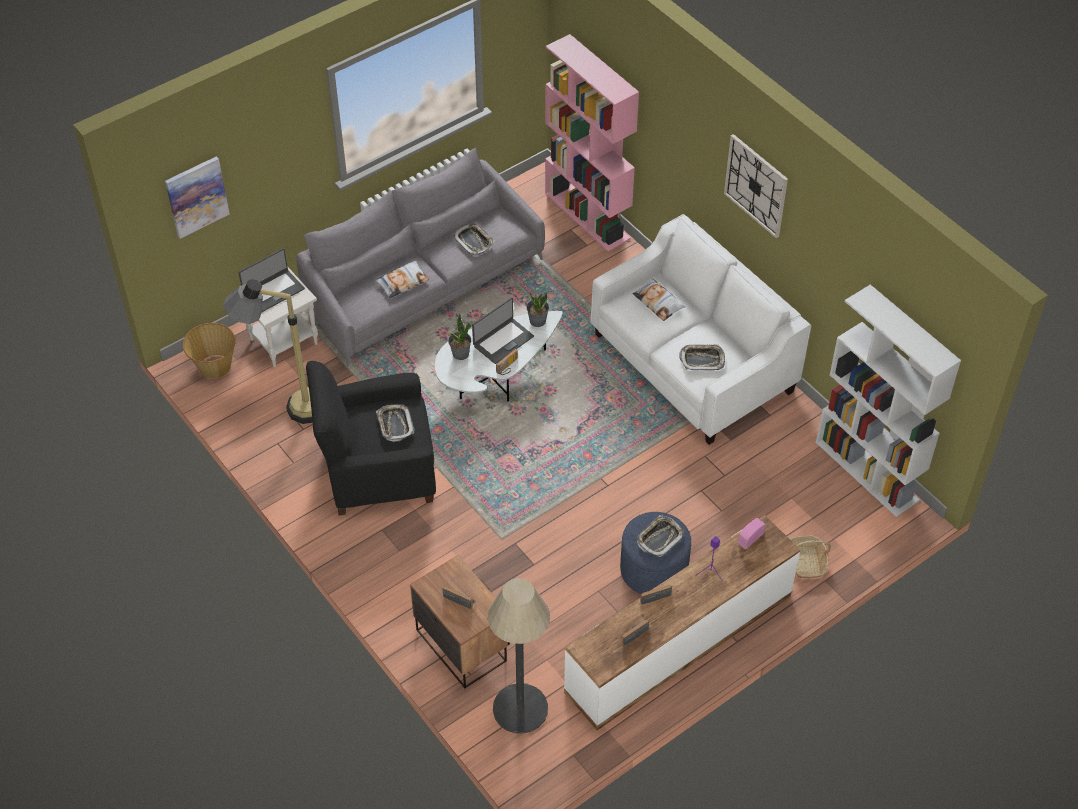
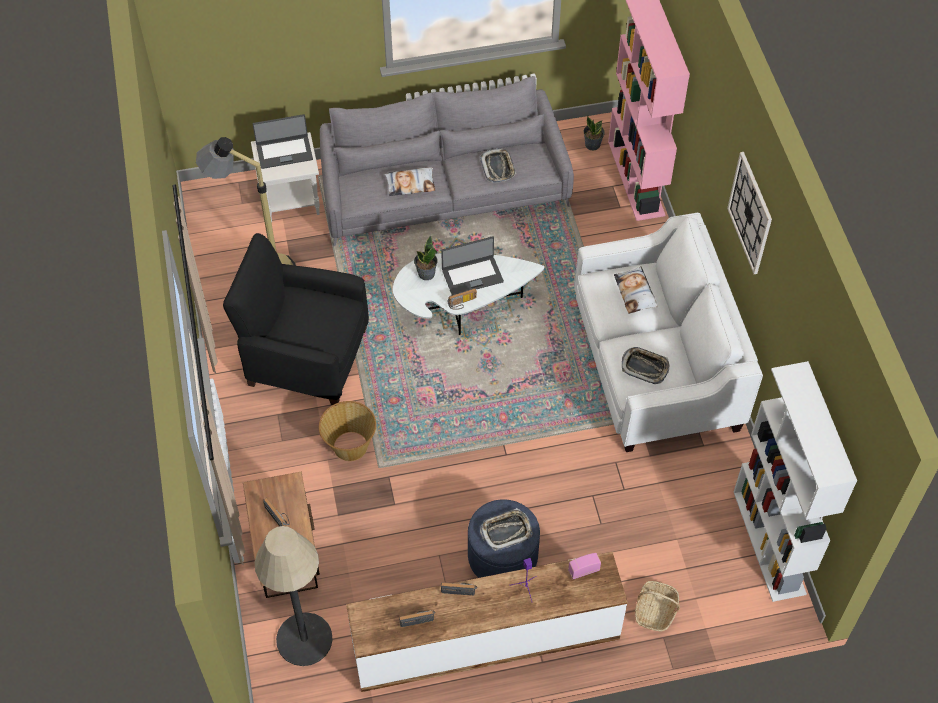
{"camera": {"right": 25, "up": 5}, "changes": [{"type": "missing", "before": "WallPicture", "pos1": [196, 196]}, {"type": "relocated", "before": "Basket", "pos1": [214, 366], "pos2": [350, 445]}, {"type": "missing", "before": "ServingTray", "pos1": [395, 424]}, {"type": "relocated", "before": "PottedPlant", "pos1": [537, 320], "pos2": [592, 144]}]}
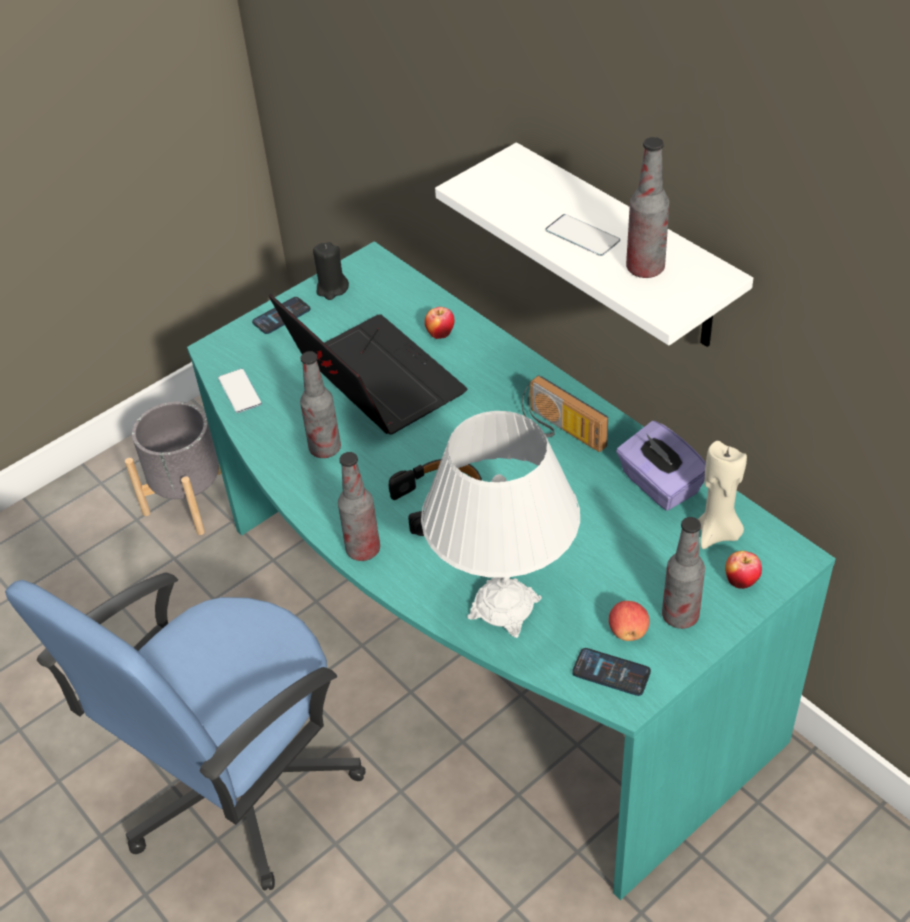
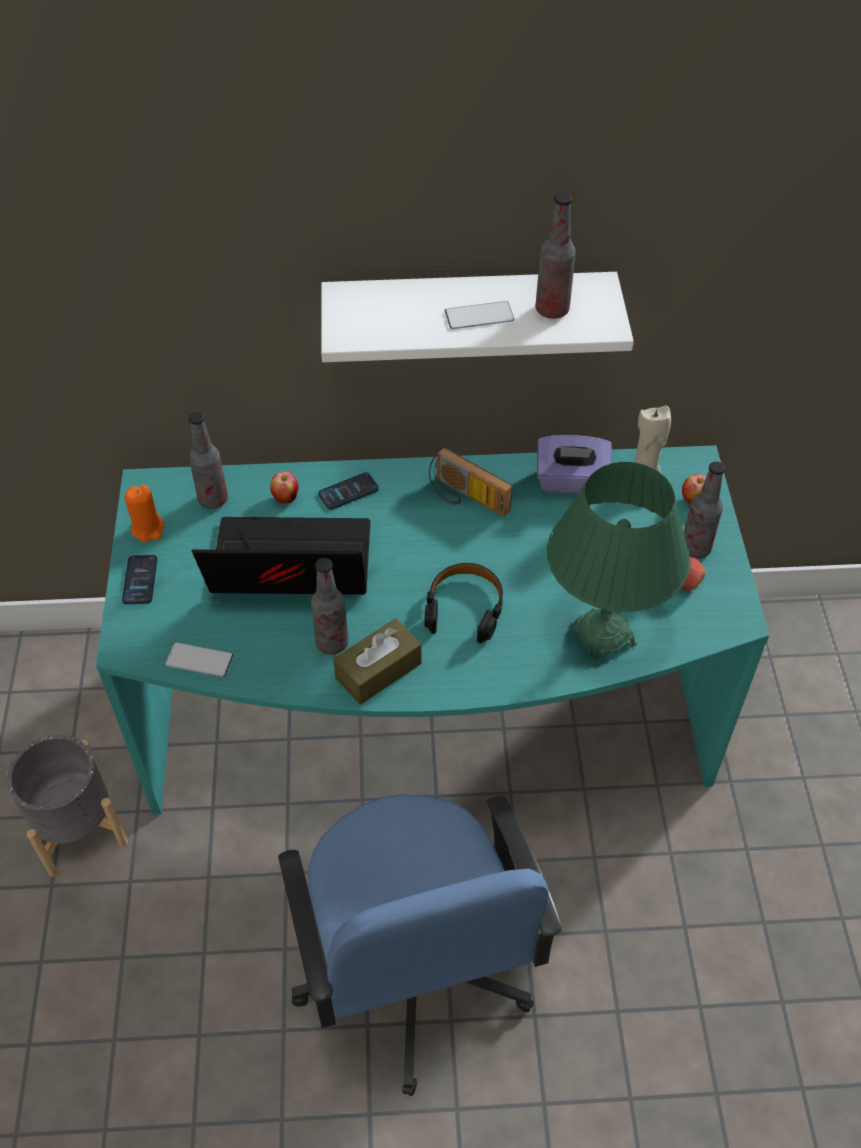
{"camera": {"right": -55, "up": 5}, "changes": [{"type": "colour", "before": "BlackColouredCandle", "after": "OrangeColouredCandle", "pos1": [332, 289], "pos2": [148, 529]}, {"type": "relocated", "before": "BeverageBottle", "pos1": [363, 550], "pos2": [213, 499]}, {"type": "colour", "before": "WhitishTableLamp", "after": "GreenColouredTableLamp", "pos1": [504, 608], "pos2": [603, 635]}, {"type": "spun", "before": "Radio", "pos1": [560, 431], "pos2": [465, 498], "turn": 45}, {"type": "relocated", "before": "Handset", "pos1": [611, 672], "pos2": [348, 492]}, {"type": "appeared", "after": "BrownTissueHolder", "pos2": [378, 670]}]}
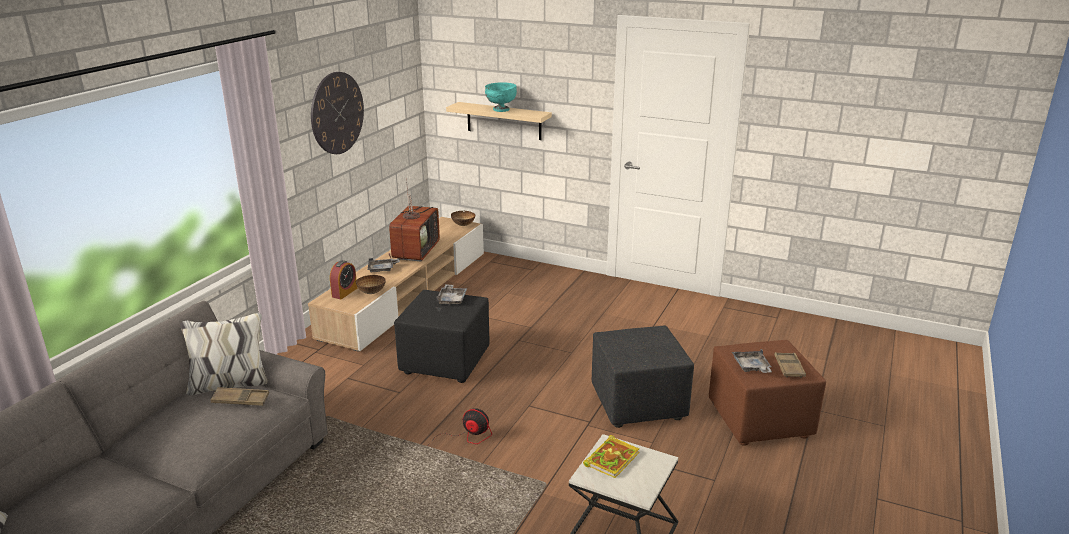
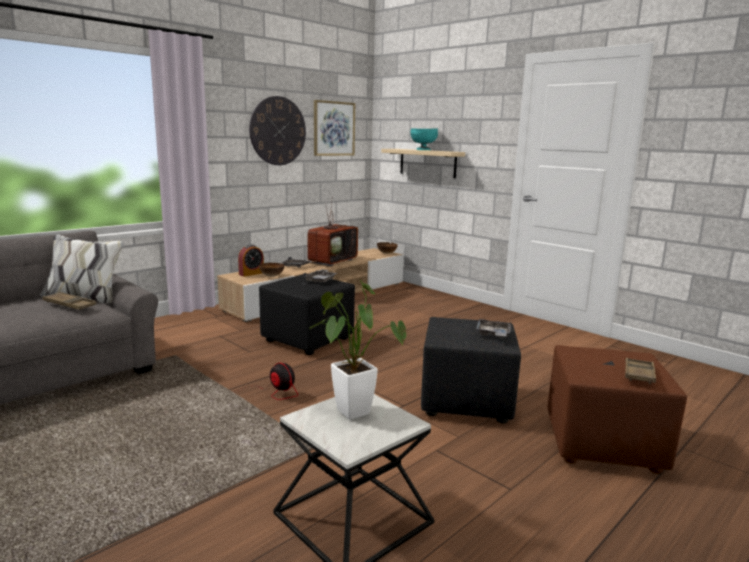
{"camera": {"right": 20, "up": -10}, "changes": [{"type": "exchanged", "before": "Book", "after": "PottedPlant", "pos1": [612, 458], "pos2": [349, 408]}, {"type": "relocated", "before": "GreyishServingTray", "pos1": [751, 367], "pos2": [493, 334]}, {"type": "appeared", "after": "WallPicture", "pos2": [334, 128]}]}
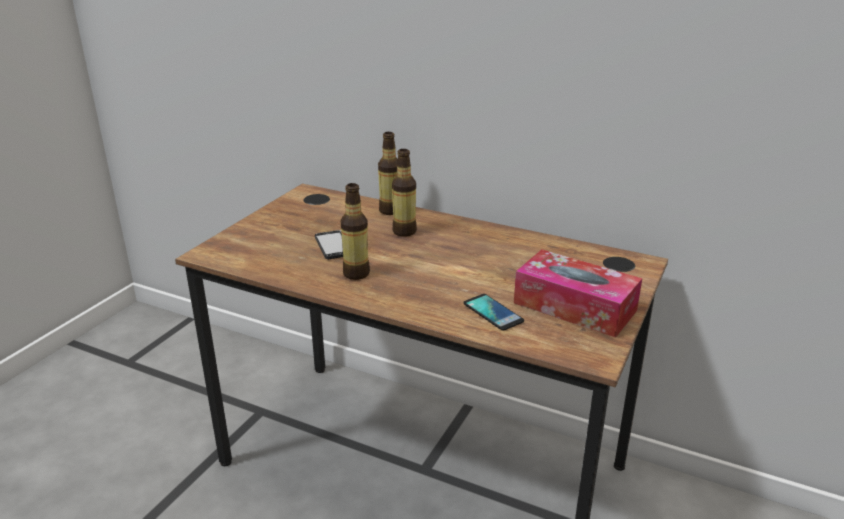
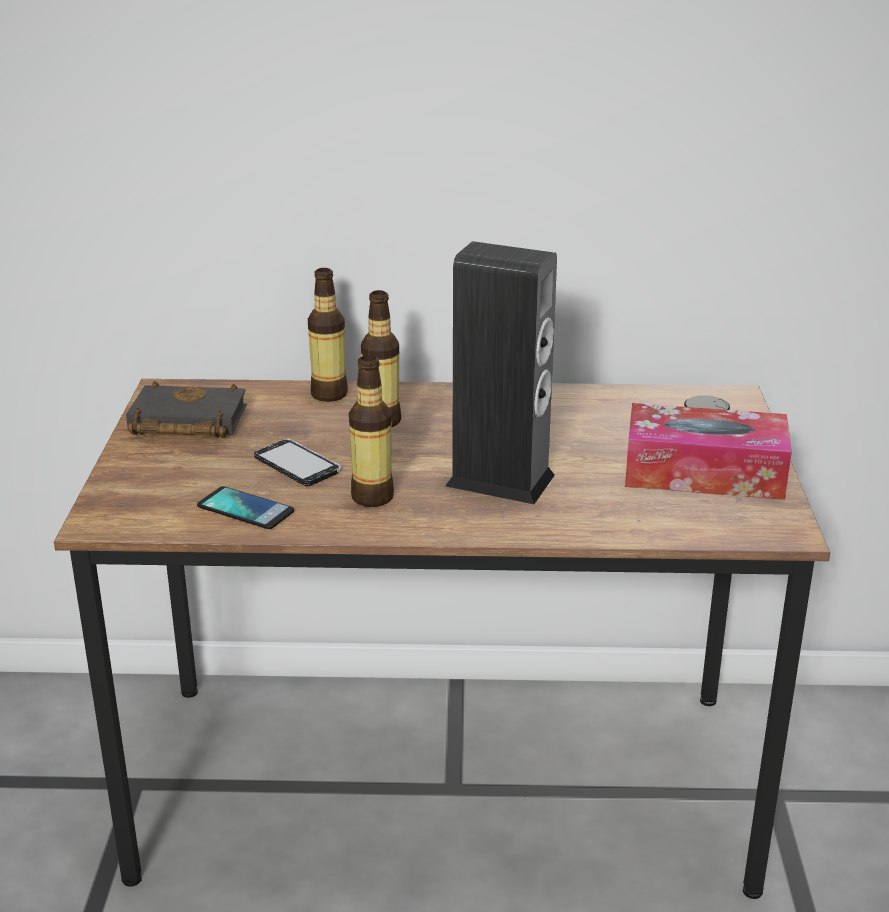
{"camera": {"right": -25, "up": 0}, "changes": [{"type": "relocated", "before": "Handset", "pos1": [493, 313], "pos2": [245, 509]}, {"type": "appeared", "after": "BlackColouredBook", "pos2": [184, 422]}, {"type": "appeared", "after": "AudioSpeaker", "pos2": [500, 480]}]}
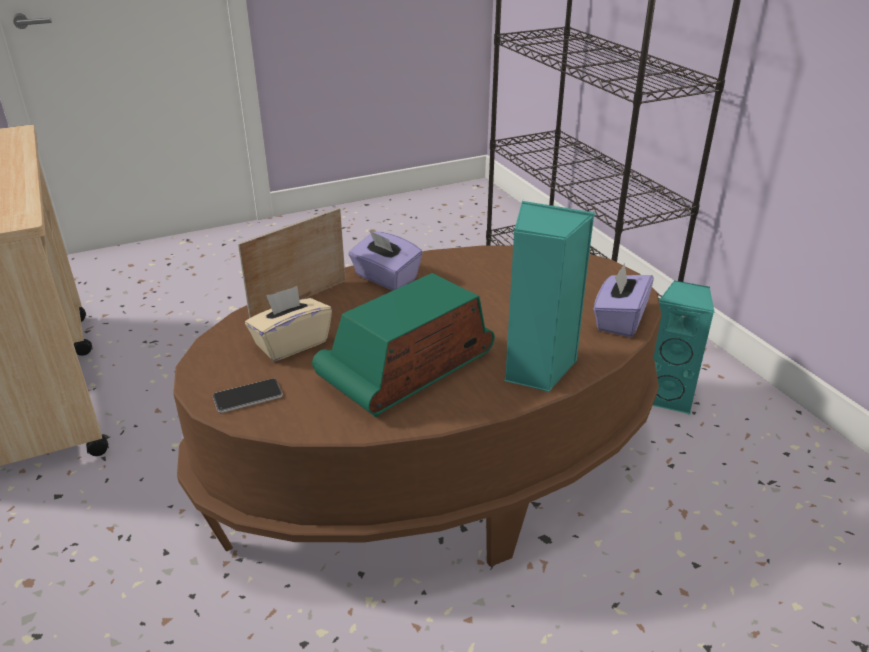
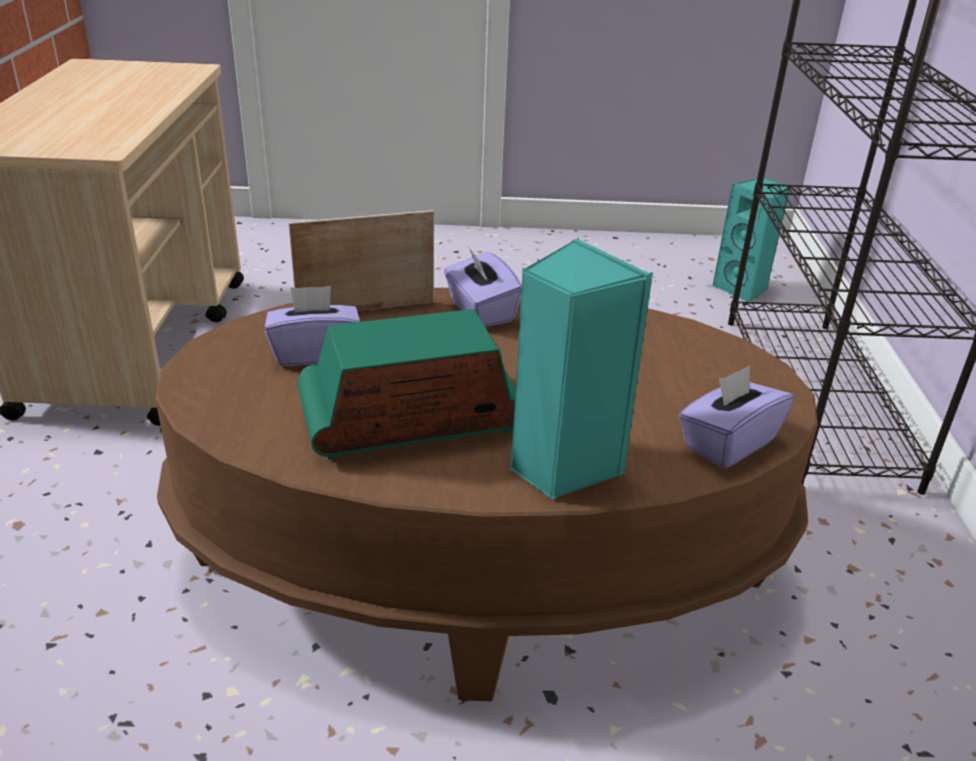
{"camera": {"right": 25, "up": 0}, "changes": [{"type": "missing", "before": "Handset", "pos1": [248, 397]}, {"type": "colour", "before": "BeigeTissueHolder", "after": "PurplishTissueHolder", "pos1": [291, 344], "pos2": [315, 353]}, {"type": "relocated", "before": "BlueGreenAudioSpeaker", "pos1": [668, 396], "pos2": [743, 289]}]}
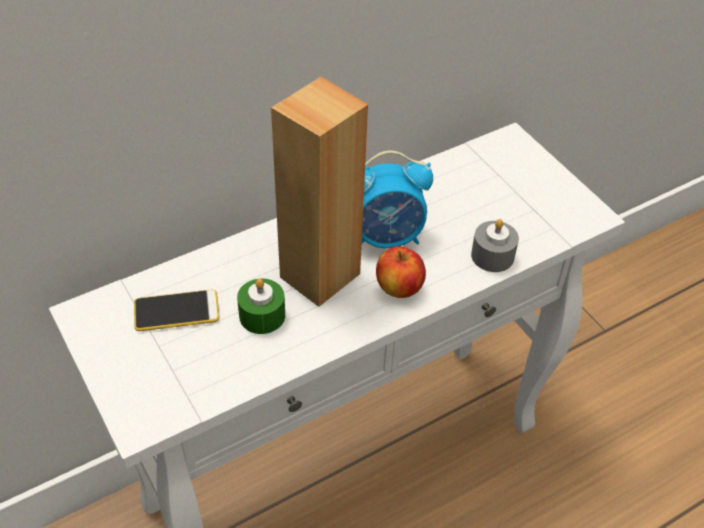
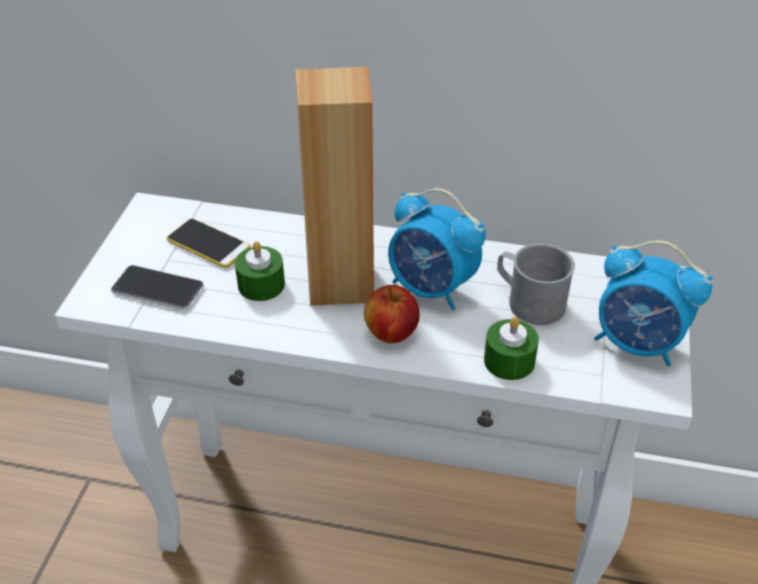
{"camera": {"right": 45, "up": -5}, "changes": [{"type": "colour", "before": "GreyishCandle", "after": "GreenColouredCandle", "pos1": [492, 256], "pos2": [509, 360]}, {"type": "appeared", "after": "Handset", "pos2": [158, 289]}, {"type": "appeared", "after": "GreyishCoffeeMug", "pos2": [528, 301]}, {"type": "appeared", "after": "AlarmClock", "pos2": [637, 344]}]}
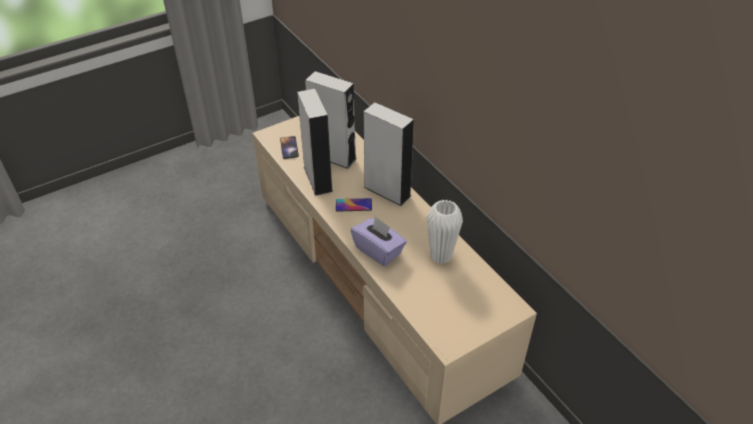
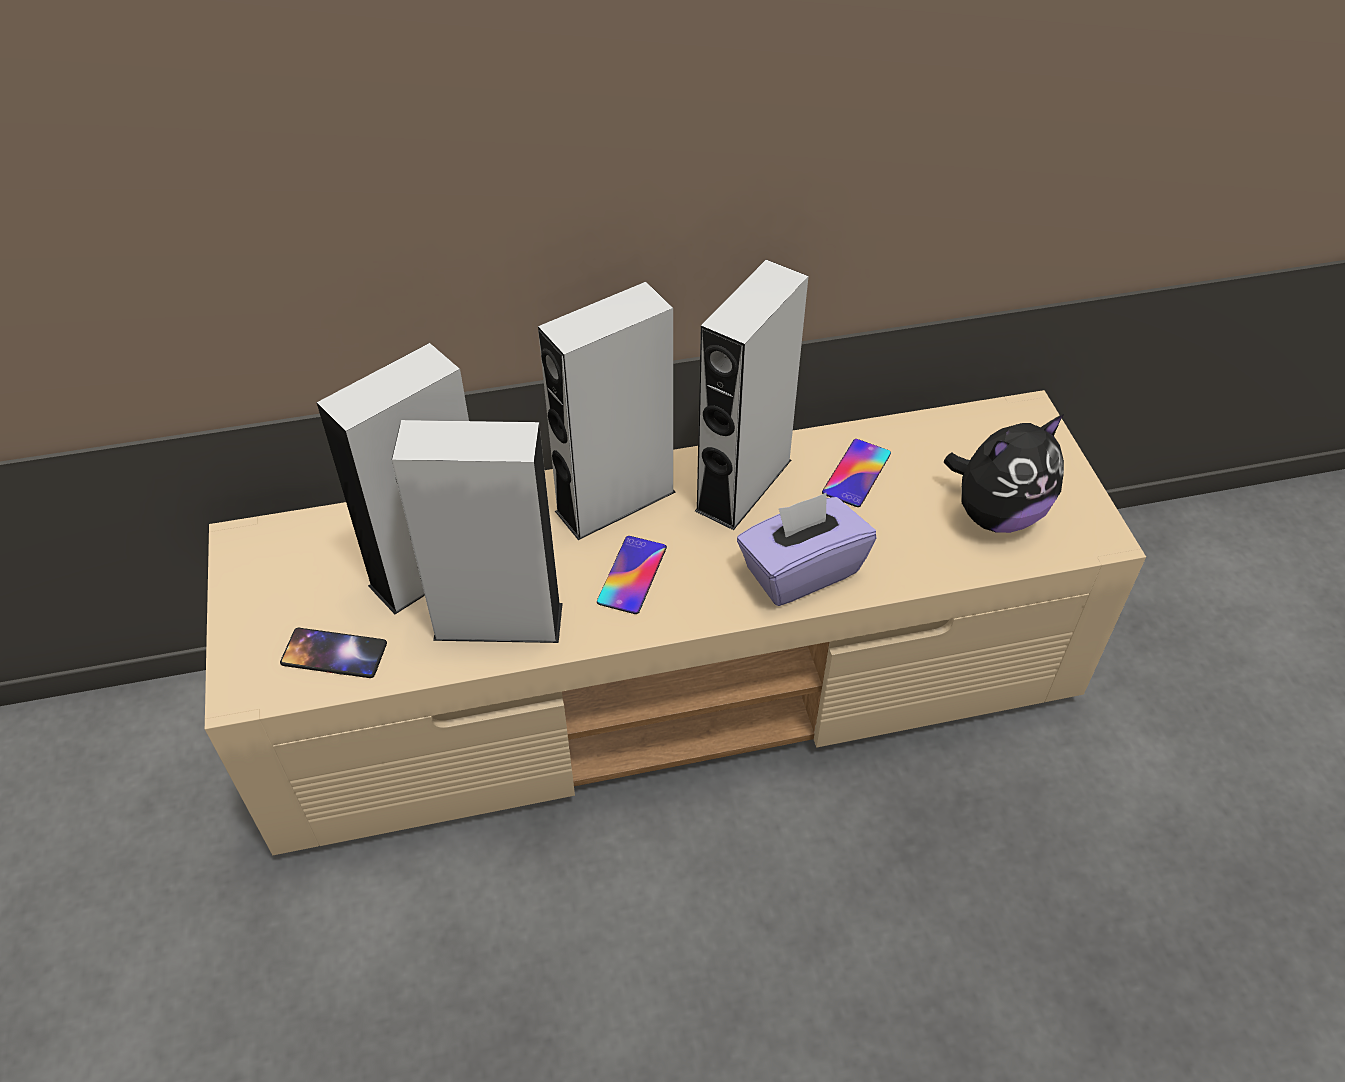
{"camera": {"right": -70, "up": 5}, "changes": [{"type": "exchanged", "before": "WhitishVase", "after": "Handset", "pos1": [441, 256], "pos2": [856, 473]}, {"type": "appeared", "after": "GreyishAudioSpeaker", "pos2": [743, 485]}, {"type": "appeared", "after": "SoftToy", "pos2": [996, 513]}]}
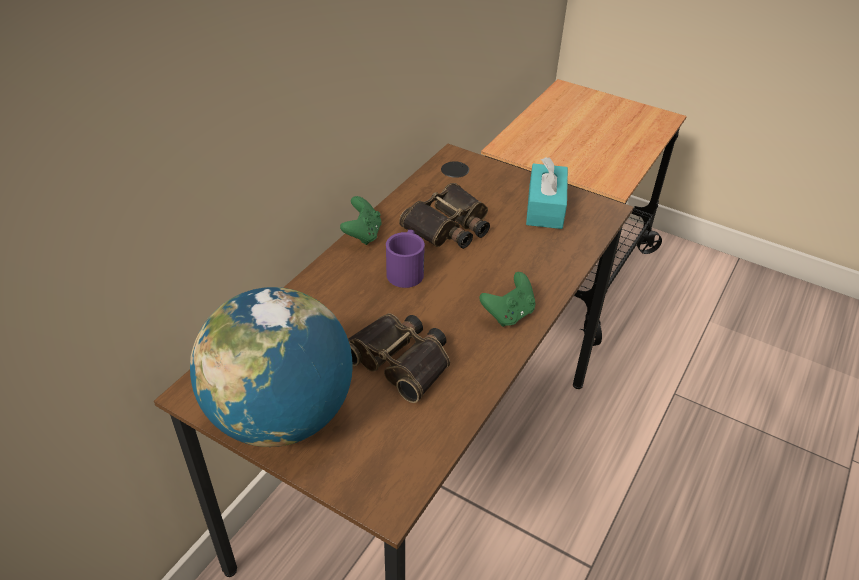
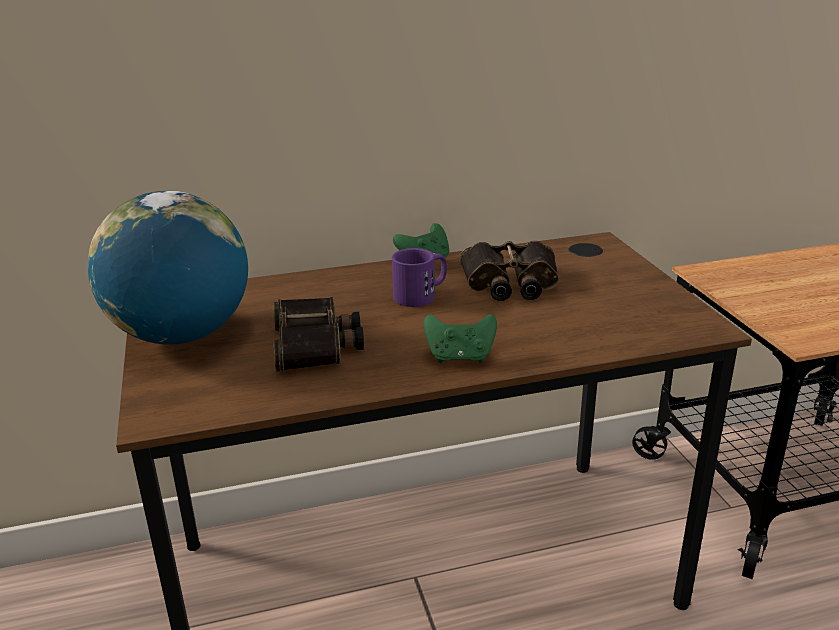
{"camera": {"right": 45, "up": -15}, "changes": [{"type": "missing", "before": "BlueGreenTissueHolder", "pos1": [545, 207]}]}
